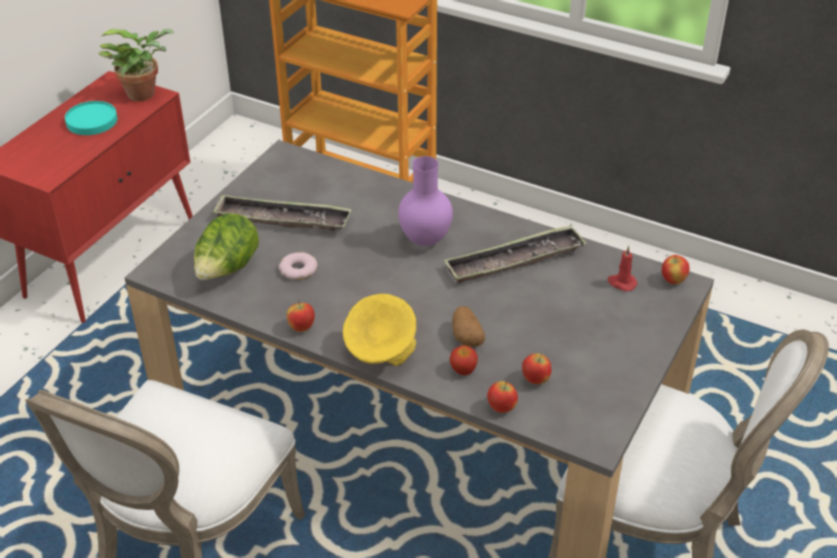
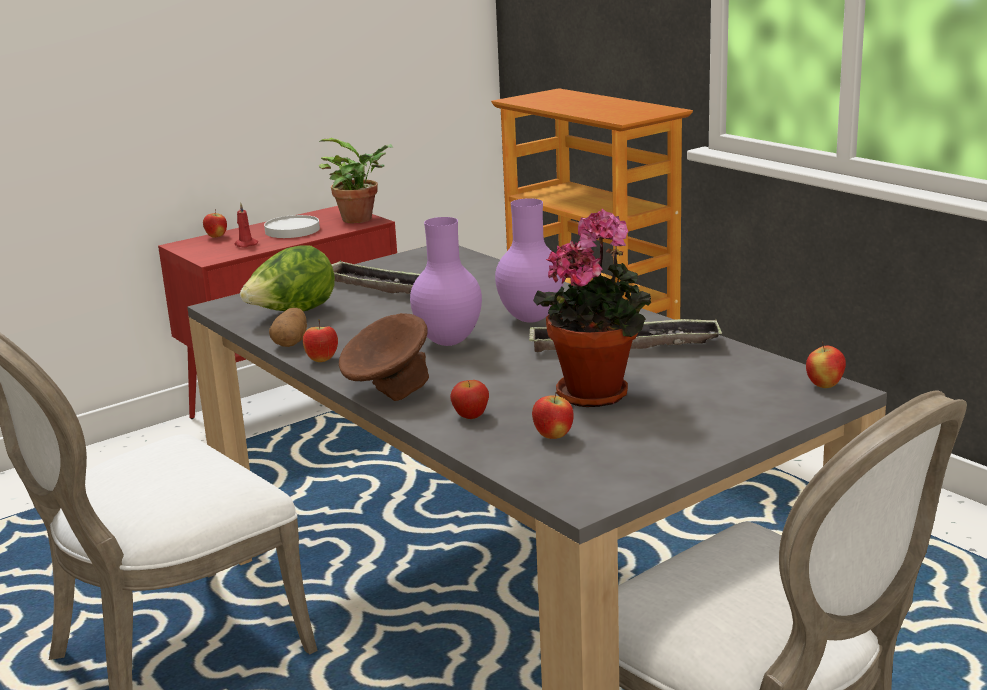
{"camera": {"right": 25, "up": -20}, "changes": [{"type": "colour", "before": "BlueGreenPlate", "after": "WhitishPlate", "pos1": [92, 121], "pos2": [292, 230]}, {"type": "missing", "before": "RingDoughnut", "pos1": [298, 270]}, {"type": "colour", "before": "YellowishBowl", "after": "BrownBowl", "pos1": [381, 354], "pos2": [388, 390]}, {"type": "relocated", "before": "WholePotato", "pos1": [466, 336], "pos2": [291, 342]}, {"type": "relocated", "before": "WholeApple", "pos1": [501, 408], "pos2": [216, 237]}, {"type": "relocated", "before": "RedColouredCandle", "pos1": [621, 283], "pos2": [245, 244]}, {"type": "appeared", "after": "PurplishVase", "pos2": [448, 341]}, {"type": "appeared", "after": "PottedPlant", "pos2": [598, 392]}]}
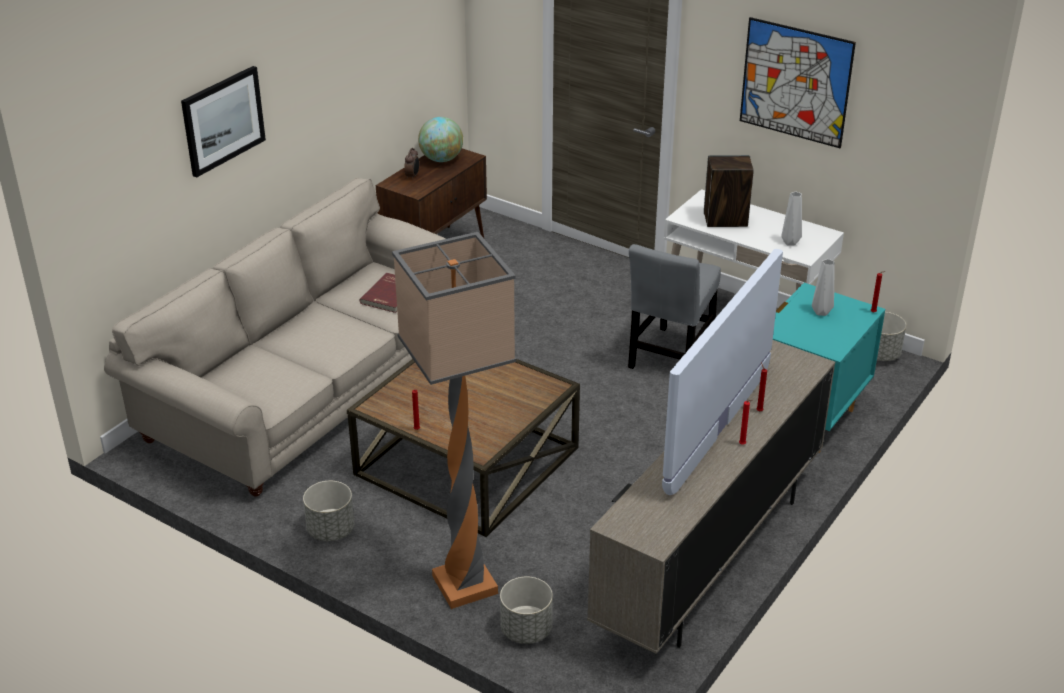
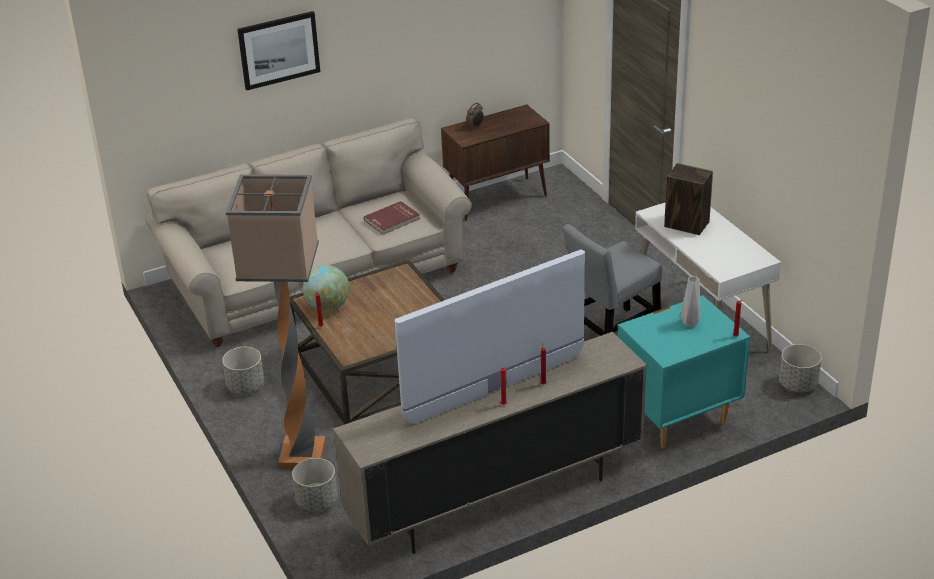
{"camera": {"right": 30, "up": 0}, "changes": [{"type": "relocated", "before": "WorldGlobe", "pos1": [441, 159], "pos2": [328, 306]}, {"type": "missing", "before": "WallPicture", "pos1": [795, 82]}, {"type": "missing", "before": "GreyishVase", "pos1": [790, 243]}]}
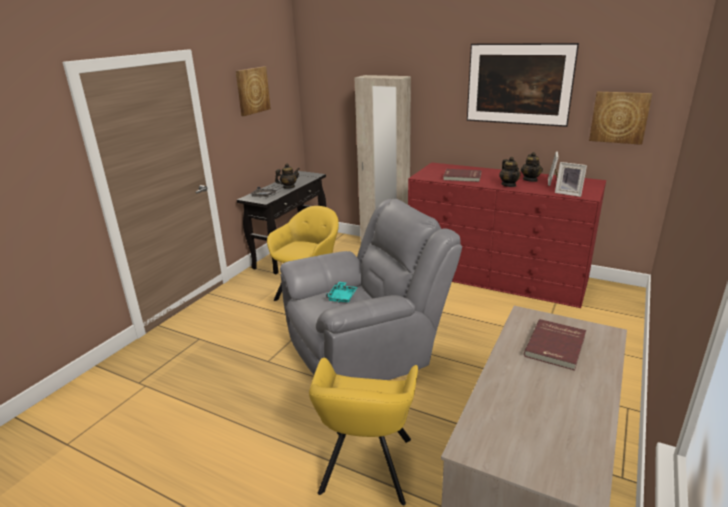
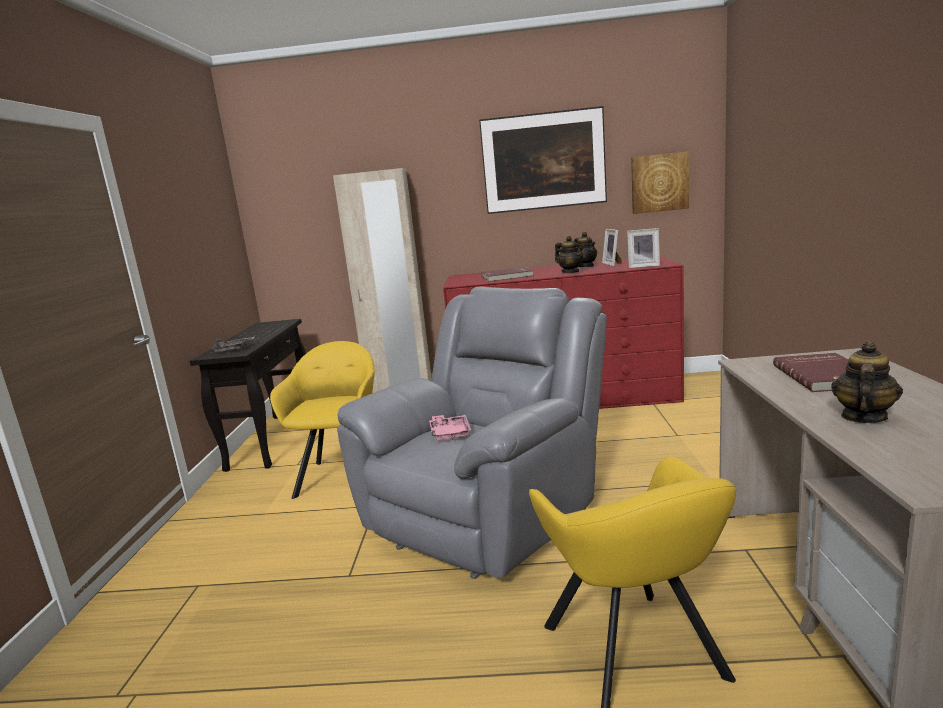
{"camera": {"right": -25, "up": -10}, "changes": [{"type": "missing", "before": "WallPicture", "pos1": [252, 90]}, {"type": "relocated", "before": "PotForTea", "pos1": [288, 187], "pos2": [863, 417]}, {"type": "colour", "before": "BlueGreenServingTray", "after": "PinkServingTray", "pos1": [342, 297], "pos2": [450, 433]}]}
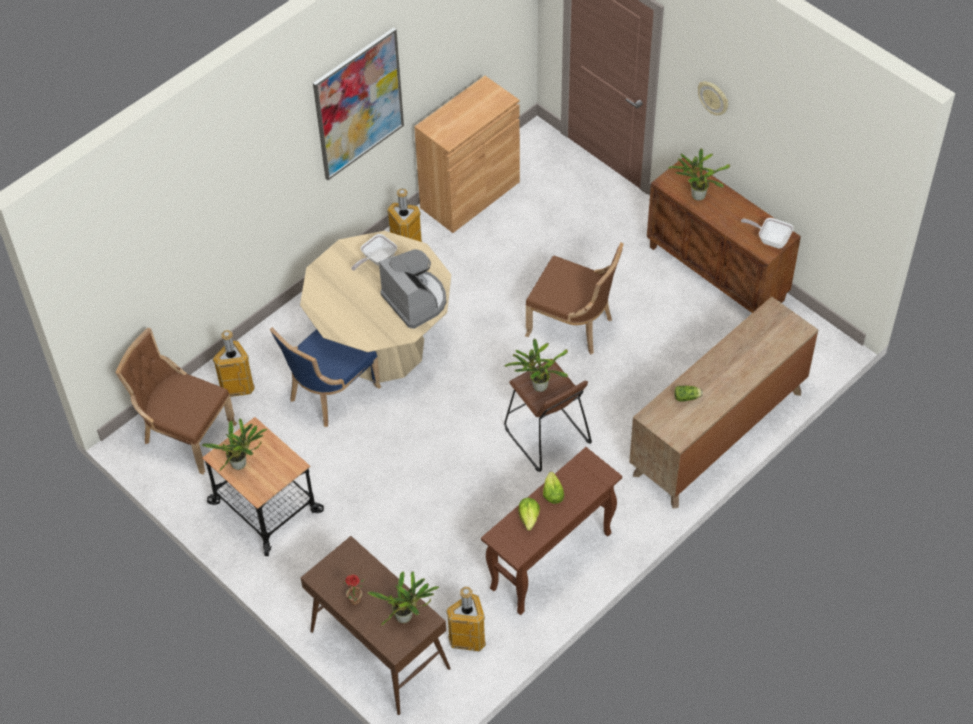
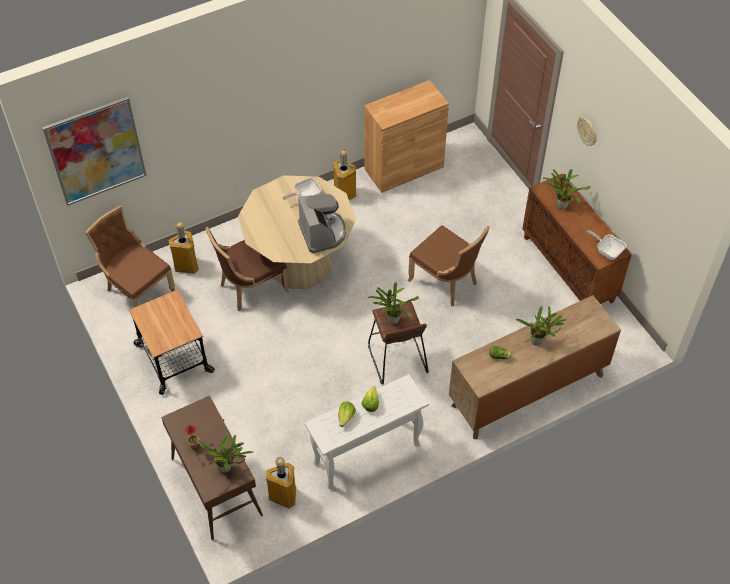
{"camera": {"right": 15, "up": 0}, "changes": [{"type": "relocated", "before": "PottedPlant", "pos1": [241, 464], "pos2": [538, 341]}, {"type": "colour", "before": "BlueColouredUprightChair", "after": "BrownUprightChair", "pos1": [330, 393], "pos2": [250, 287]}, {"type": "relocated", "before": "WallPicture", "pos1": [358, 104], "pos2": [96, 151]}, {"type": "colour", "before": "BrownHallTable", "after": "WhitishHallTable", "pos1": [550, 562], "pos2": [366, 455]}]}
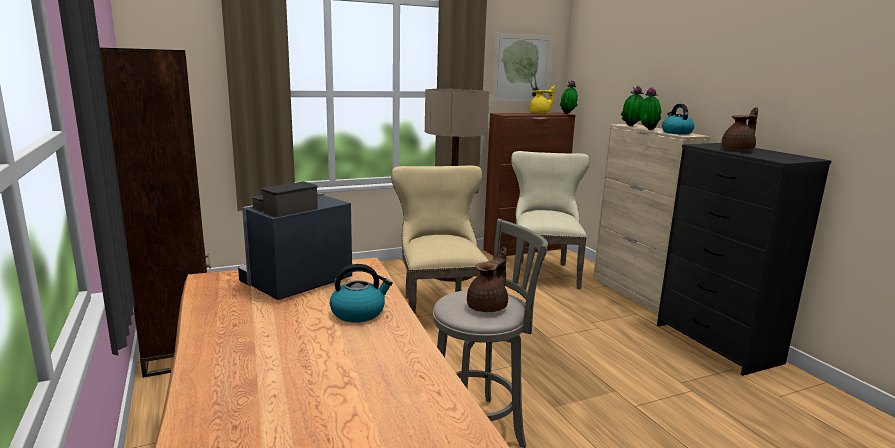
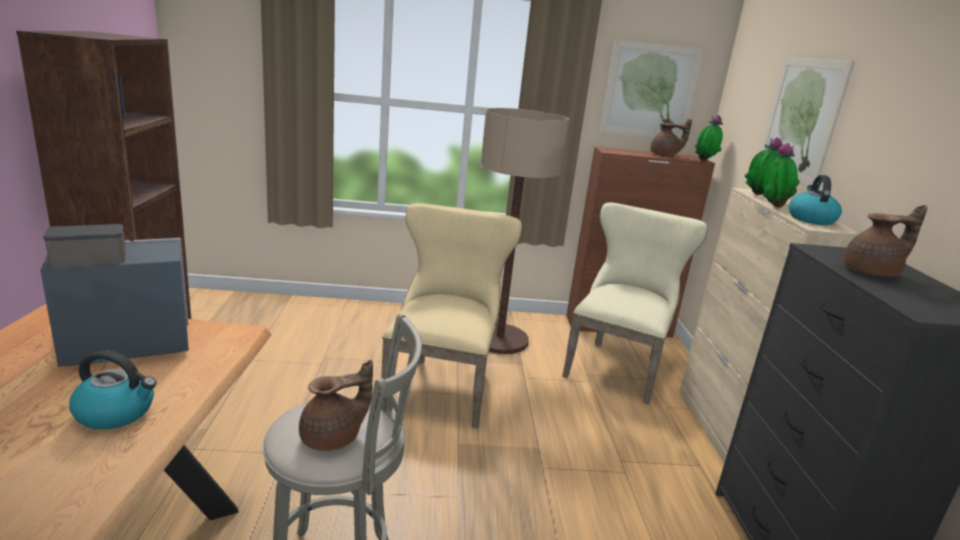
{"camera": {"right": 20, "up": 5}, "changes": [{"type": "colour", "before": "YellowishPotForTea", "after": "BrownPotForTea", "pos1": [540, 113], "pos2": [665, 155]}, {"type": "appeared", "after": "WallPicture", "pos2": [801, 119]}]}
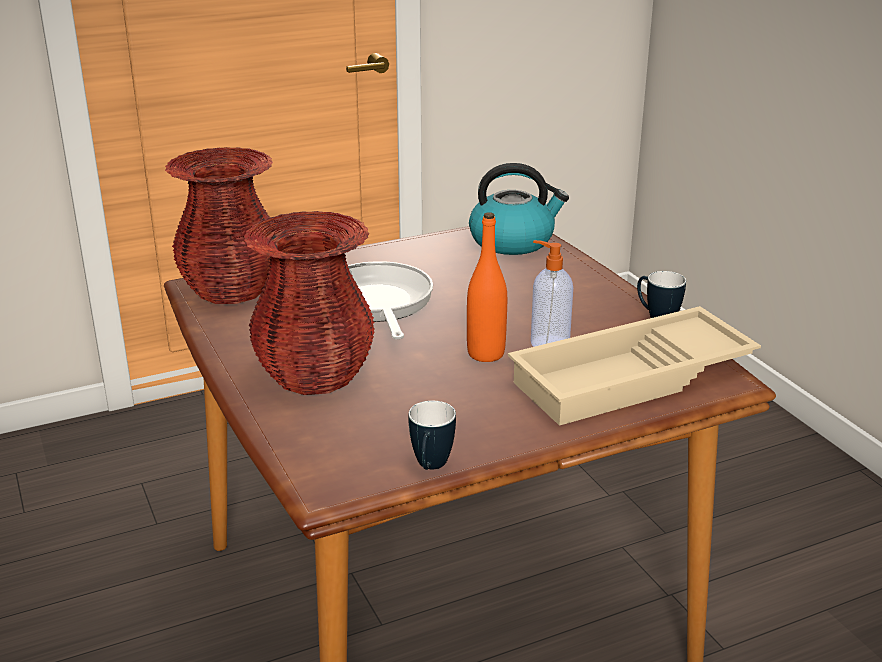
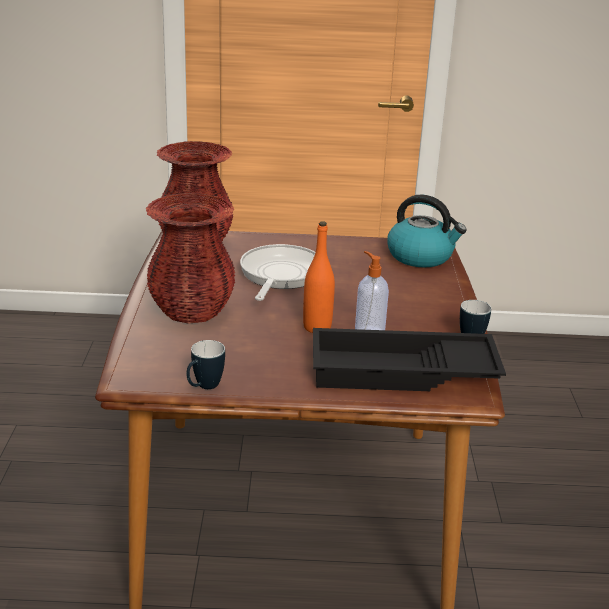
{"camera": {"right": 25, "up": 0}, "changes": [{"type": "colour", "before": "BeigeServingTray", "after": "BlackColouredServingTray", "pos1": [632, 379], "pos2": [401, 373]}]}
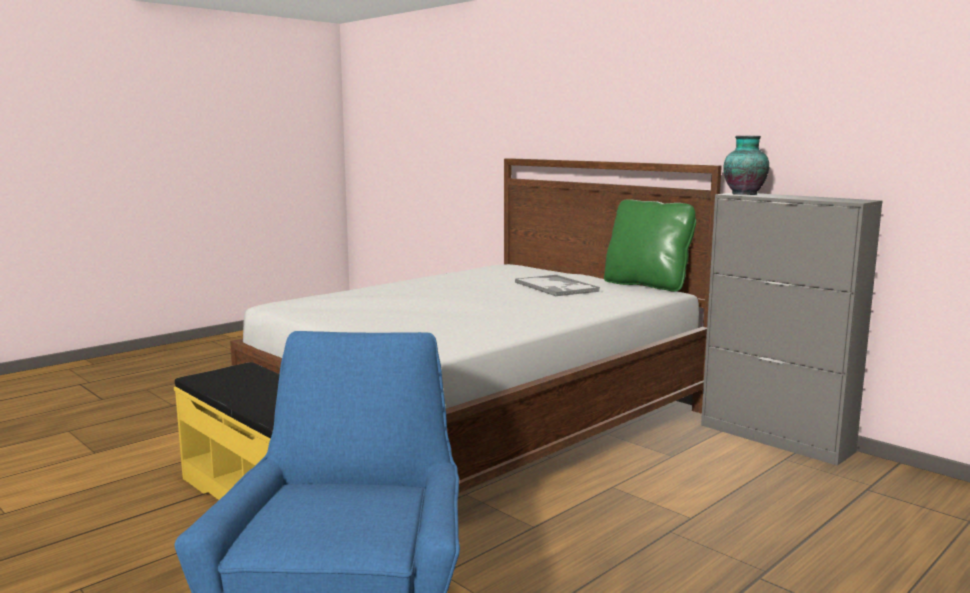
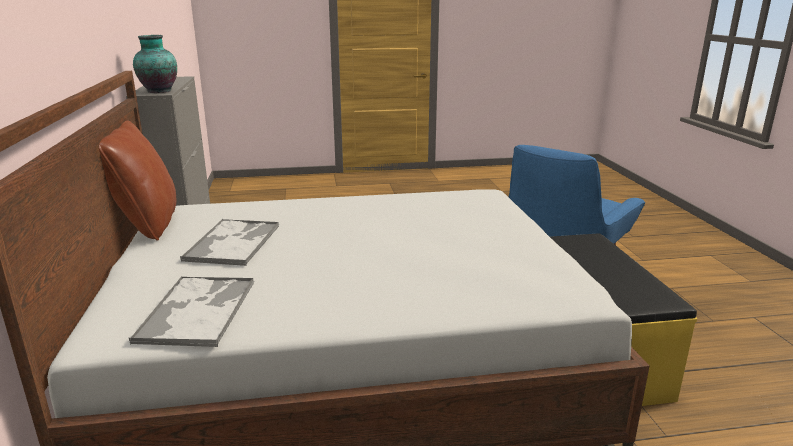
{"camera": {"right": -145, "up": 10}, "changes": [{"type": "colour", "before": "GreenColouredCushion", "after": "BrownCushion", "pos1": [647, 285], "pos2": [146, 224]}, {"type": "appeared", "after": "ServingTray", "pos2": [198, 310]}]}
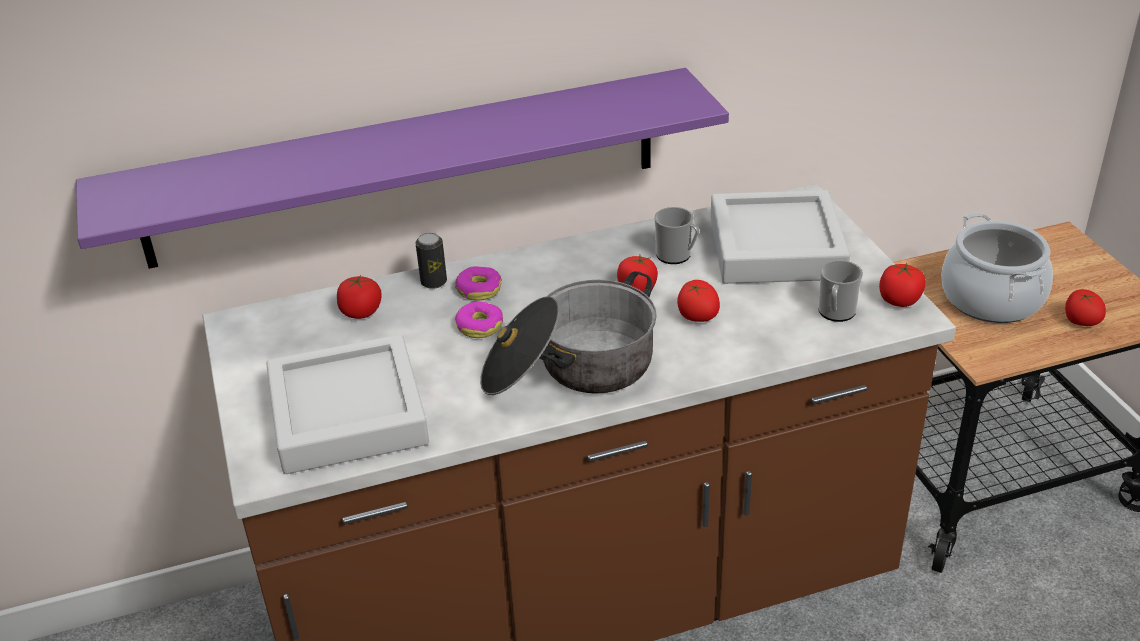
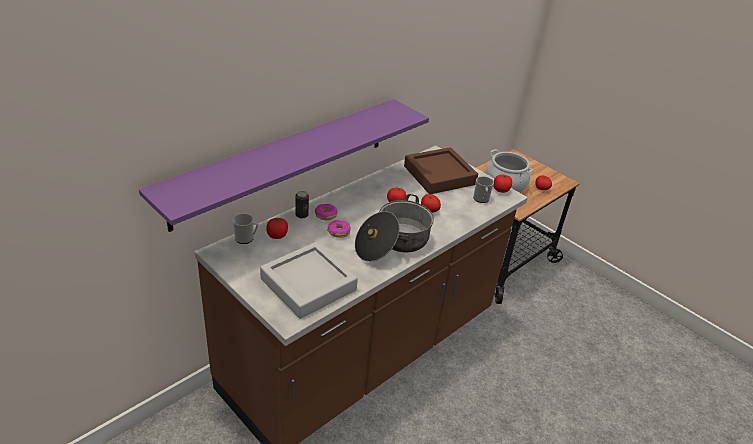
{"camera": {"right": -30, "up": 0}, "changes": [{"type": "relocated", "before": "CoffeeMug", "pos1": [677, 256], "pos2": [246, 238]}, {"type": "colour", "before": "GreyishServingTray", "after": "BrownServingTray", "pos1": [776, 248], "pos2": [439, 175]}]}
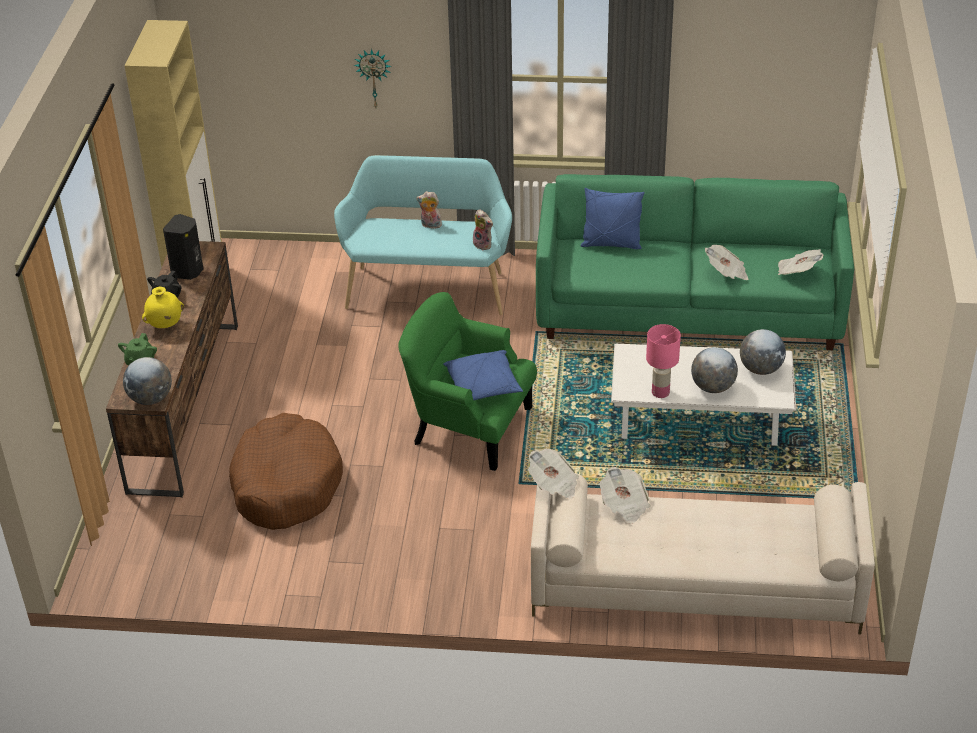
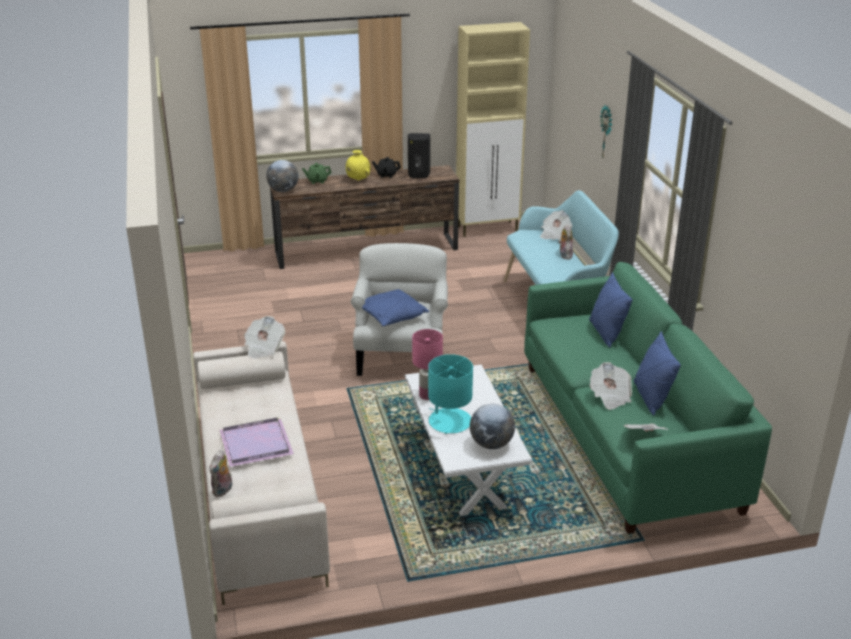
{"camera": {"right": 70, "up": -10}, "changes": [{"type": "missing", "before": "BrownPetBed", "pos1": [286, 484]}, {"type": "colour", "before": "GreenColouredLoungeChair", "after": "WhitishLoungeChair", "pos1": [468, 426], "pos2": [401, 355]}, {"type": "relocated", "before": "SoftToy", "pos1": [484, 244], "pos2": [223, 491]}, {"type": "relocated", "before": "Newspaper", "pos1": [624, 505], "pos2": [555, 234]}, {"type": "exchanged", "before": "WorldGlobe", "after": "BlueGreenTableLamp", "pos1": [712, 387], "pos2": [449, 421]}, {"type": "appeared", "after": "PurplishServingTray", "pos2": [257, 443]}, {"type": "appeared", "after": "BlueColouredCushion", "pos2": [651, 398]}]}
